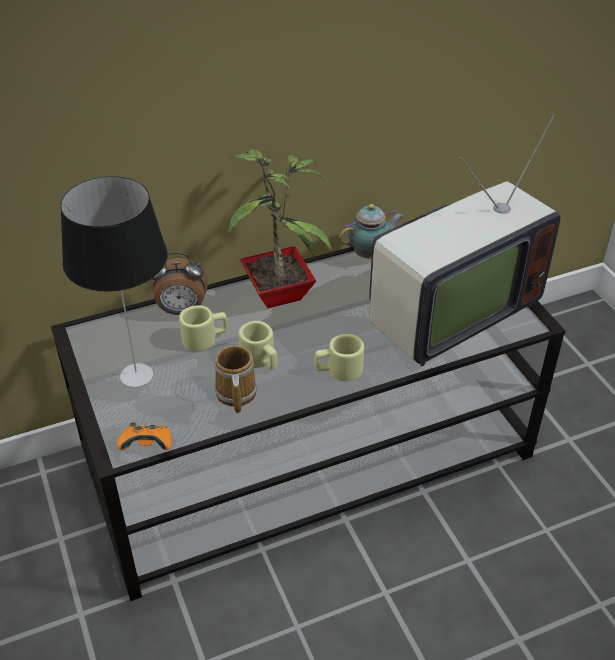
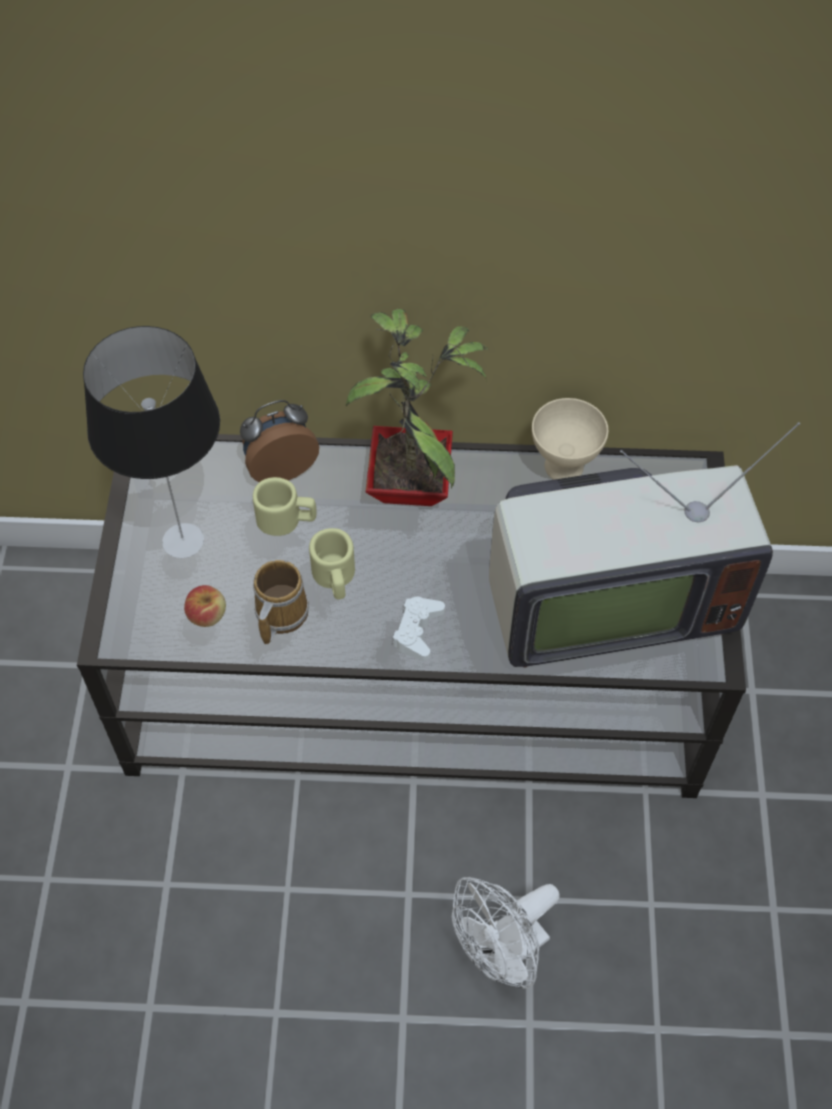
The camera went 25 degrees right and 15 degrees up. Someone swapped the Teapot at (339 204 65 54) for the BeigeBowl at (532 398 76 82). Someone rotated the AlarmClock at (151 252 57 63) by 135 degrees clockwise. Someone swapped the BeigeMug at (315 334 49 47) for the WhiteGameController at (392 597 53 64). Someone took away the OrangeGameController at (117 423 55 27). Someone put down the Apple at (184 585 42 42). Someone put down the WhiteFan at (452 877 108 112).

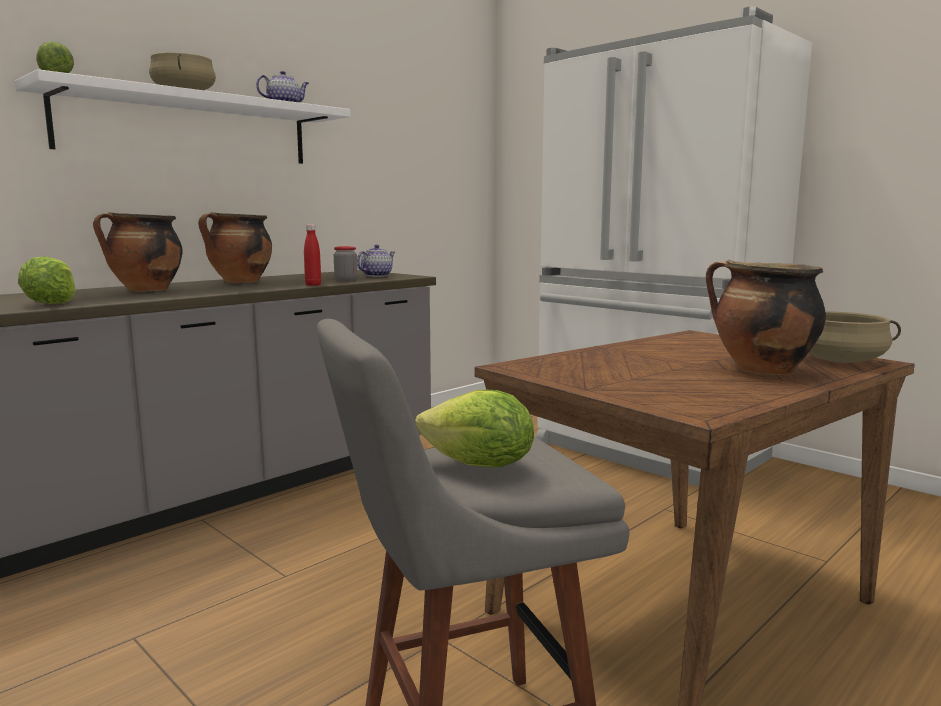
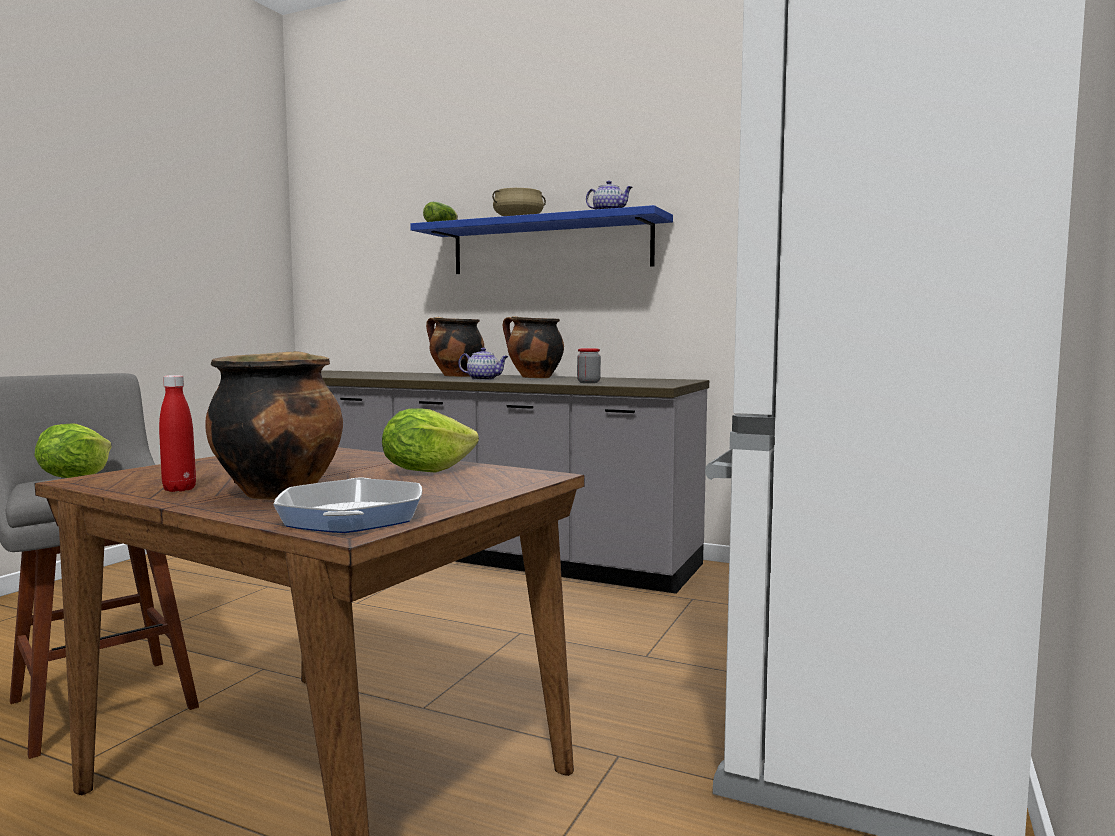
The camera went 70 degrees right and 5 degrees down. Someone repainted the WhiteShelf at (15 69 336 95), which became the BlueShelf at (410 205 263 69). Someone carried the RedBottle from (304 225 17 61) to (159 375 37 117). Someone carried the Teapot from (357 245 38 32) to (459 348 49 32). Someone carried the Lettuce from (18 256 58 48) to (382 408 97 65). Someone swapped the BeigeCookingPot at (808 311 93 52) for the FryingPan at (273 477 149 56).

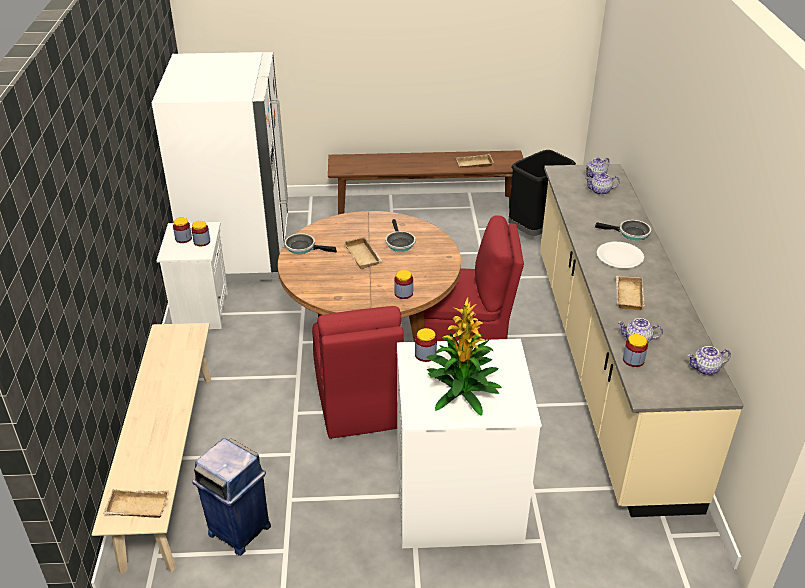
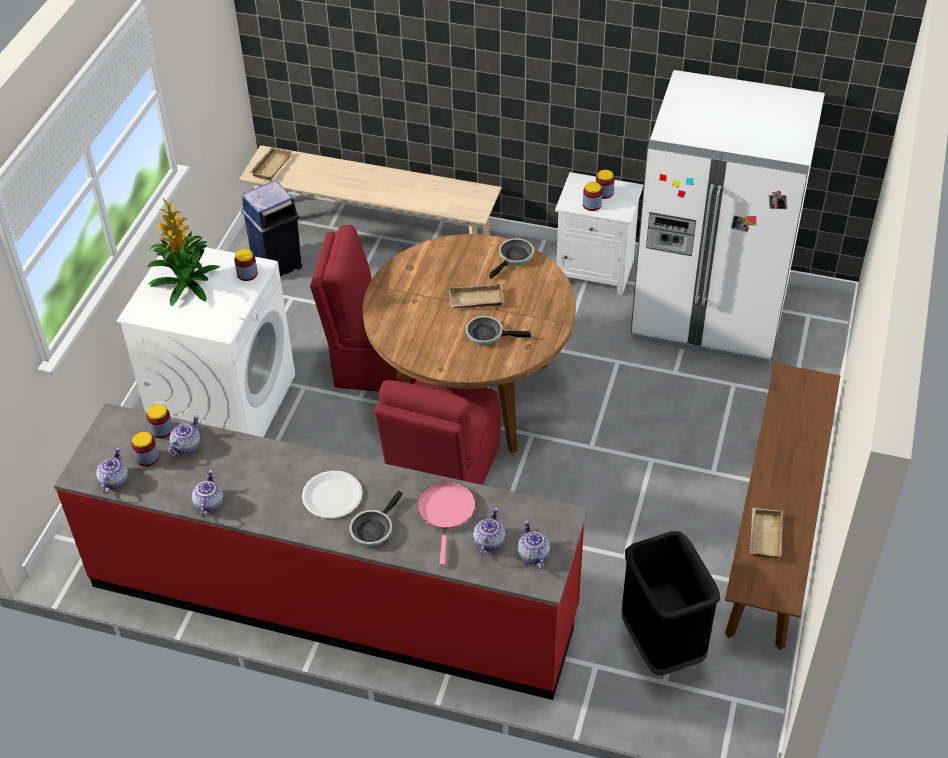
The camera went 110 degrees right and 10 degrees up. Someone repainted the BeigeCounter at (540 164 204 353), which became the RedCounter at (54 403 534 297). Someone carried the Jar from (394 270 19 29) to (132 432 27 34). Someone took away the BeigeTray at (616 276 29 34). Someone put down the Teapot at (192 470 31 47). Someone put down the PinkFryingPan at (417 481 59 85).

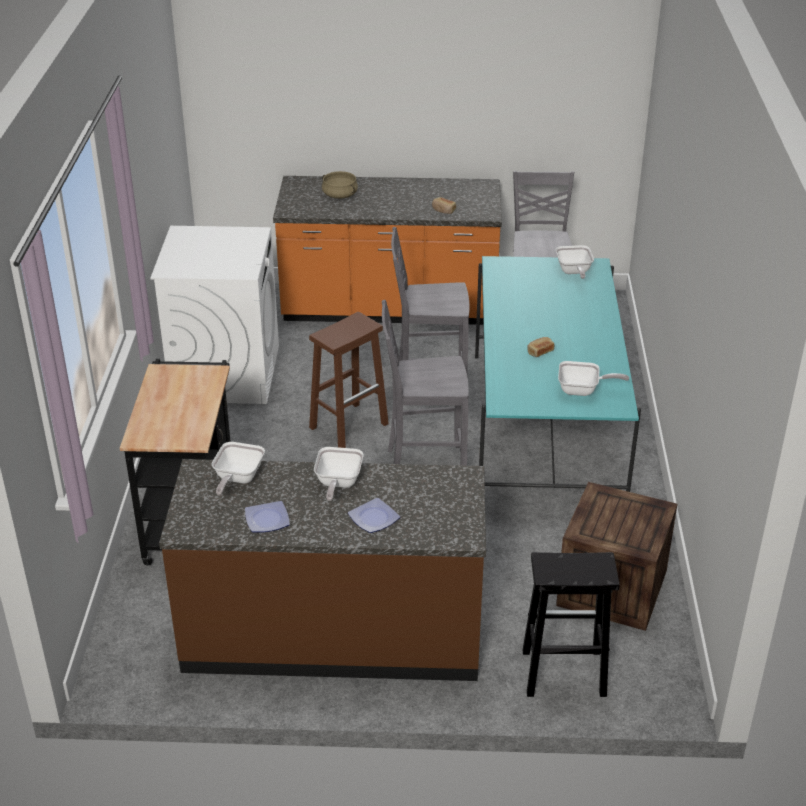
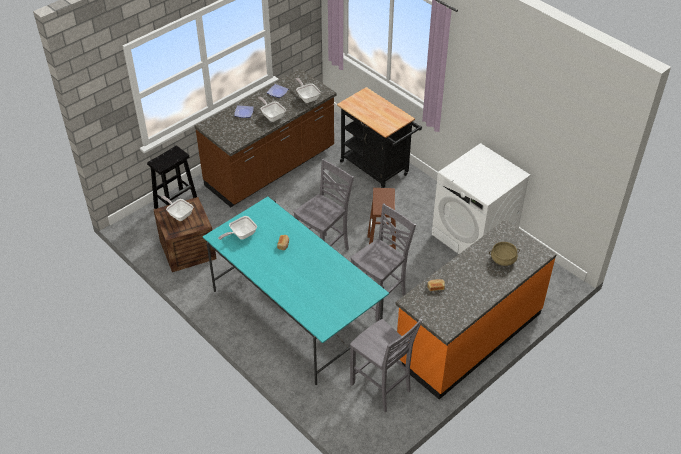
The camera went 135 degrees right and 10 degrees up. Someone carried the FryingPan from (556 245 38 34) to (161 196 32 25).

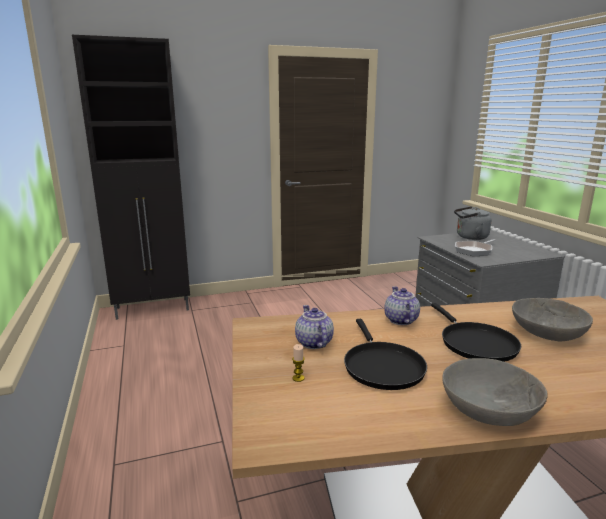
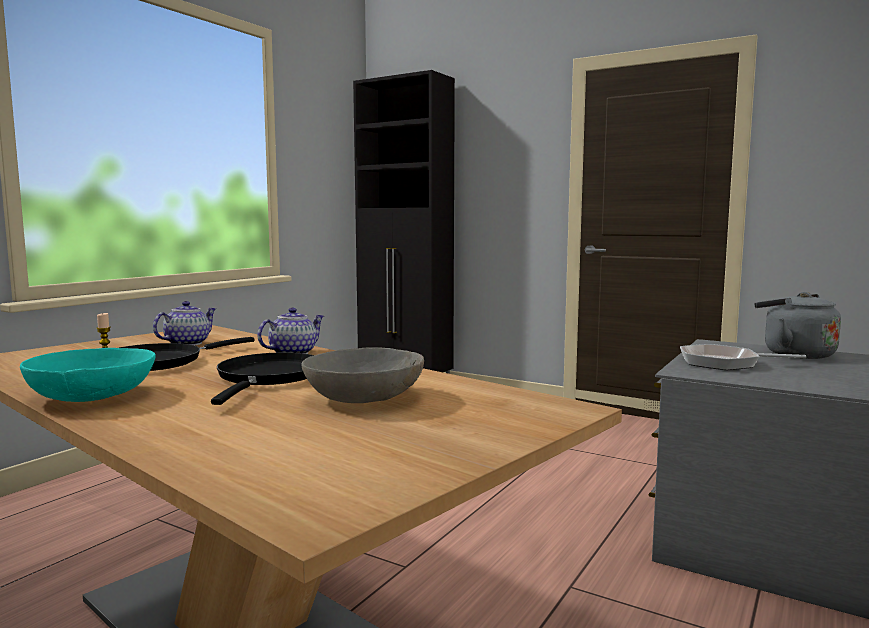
The camera went 50 degrees right and 10 degrees down. Someone rotated the BlackFryingPan at (431 303 90 59) by 150 degrees clockwise. Someone repainted the GreyBowl at (442 358 106 68), which became the TurquoiseBowl at (20 348 136 54).

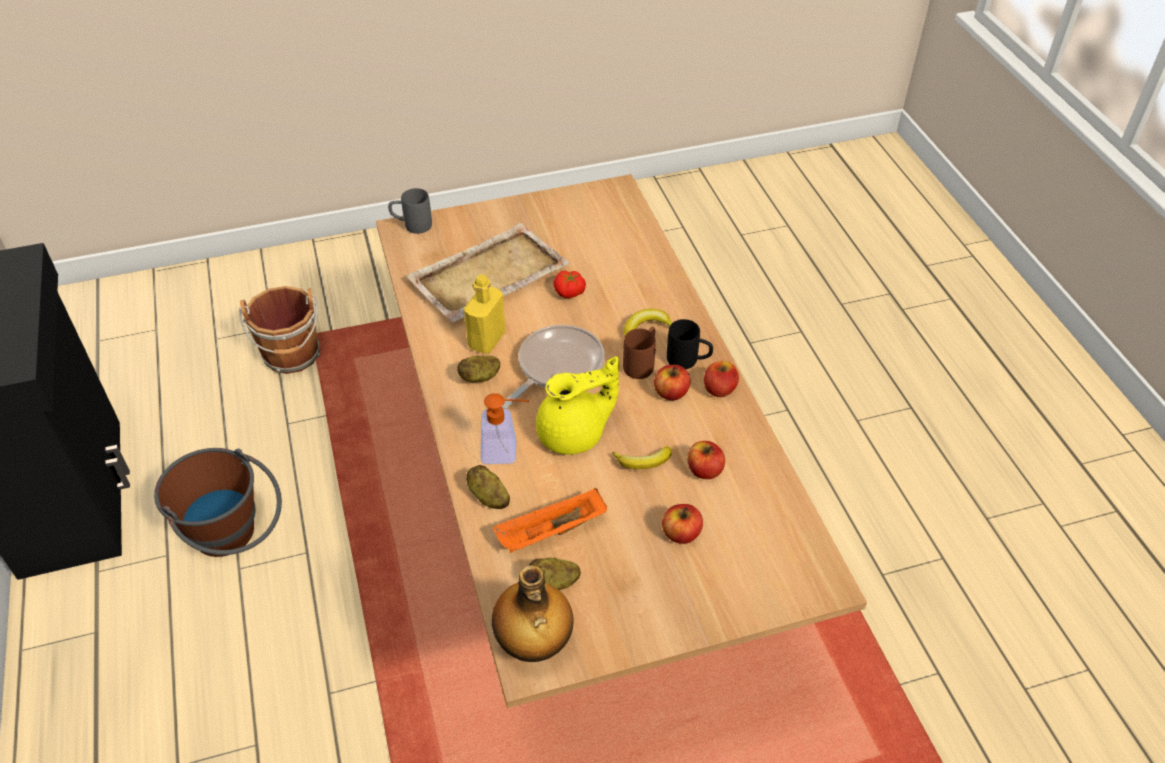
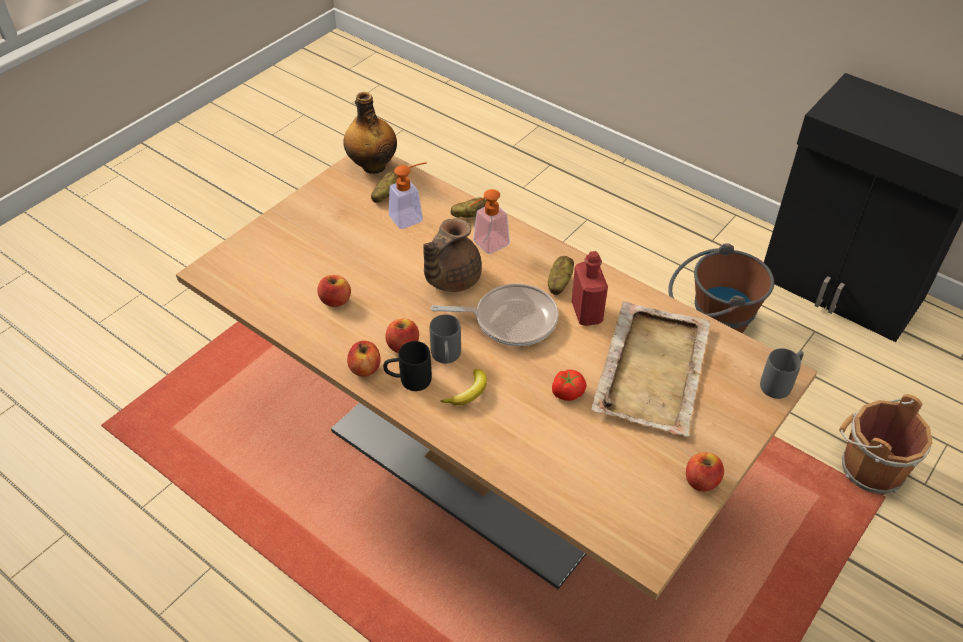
The camera went 145 degrees right and 0 degrees up. Someone repainted the YellowBottle at (464 274 41 79), which became the RedBottle at (572 251 36 75). Someone rotated the FryingPan at (502 325 103 84) by 90 degrees counterclockwise. Someone repainted the BrownMug at (623 327 33 52), which became the GreyMug at (430 314 31 50). Someone repainted the YellowTeapot at (536 356 83 98), which became the BrownTeapot at (423 218 59 74). Someone took away the Banana at (612 446 60 23). Someone swapped the OrangeTray at (493 488 114 65) for the SoapDispenser at (389 162 38 67). Someone carried the Apple from (662 504 41 40) to (686 452 38 40).

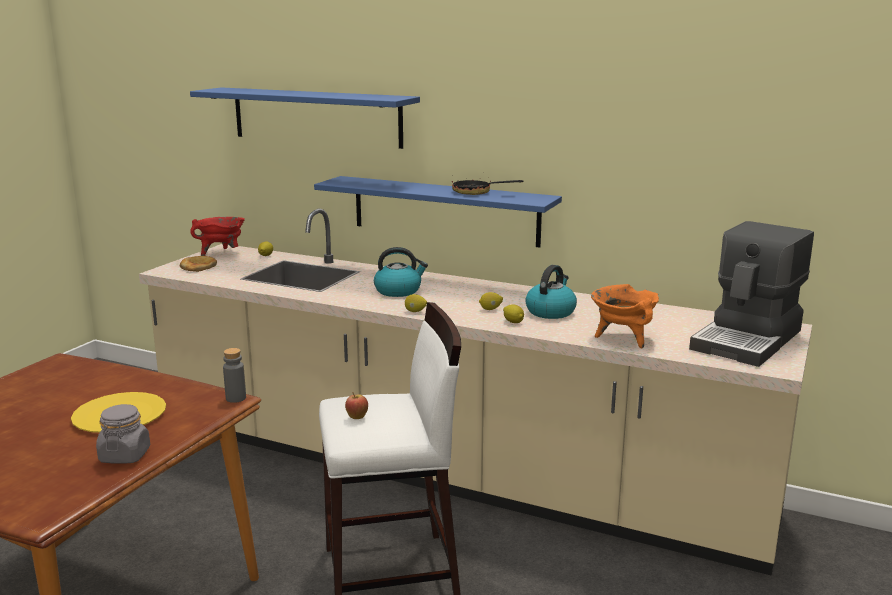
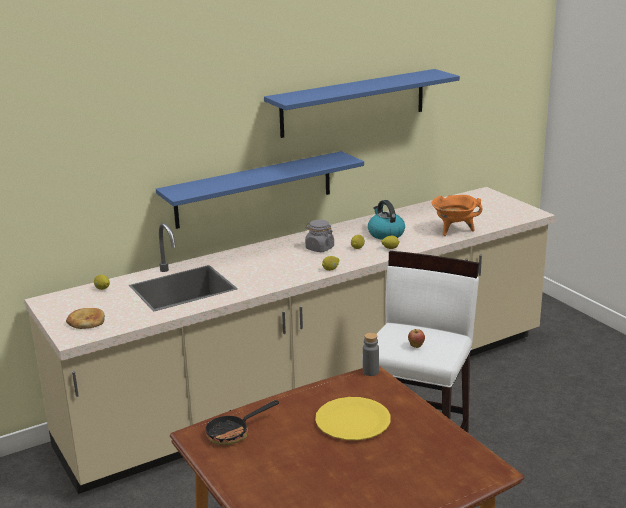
The camera went 55 degrees left and 5 degrees up. Someone carried the BlueShelf from (190 87 230 62) to (264 69 196 69). Someone carried the FryingPan from (452 177 71 18) to (205 400 74 45). Someone took away the RedCookingPot at (190 217 55 39). Someone took away the CoffeeMachine at (689 221 125 146). Someone took away the Kettle at (374 247 54 50). Someone carried the GreyJar from (96 404 54 60) to (305 220 29 32).

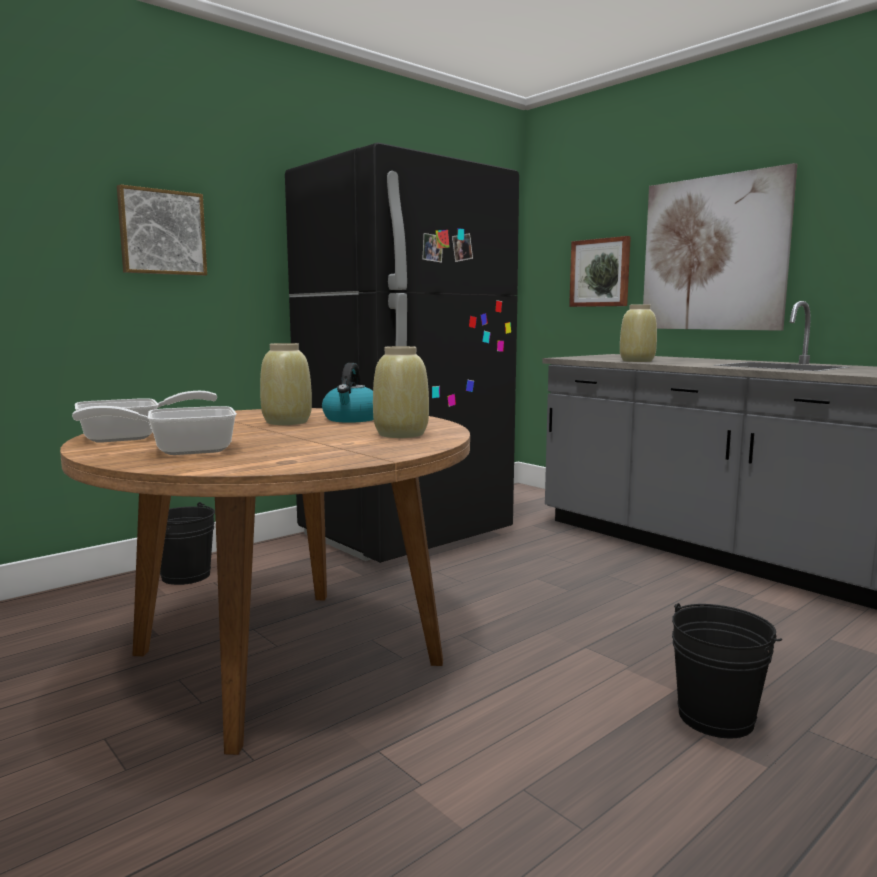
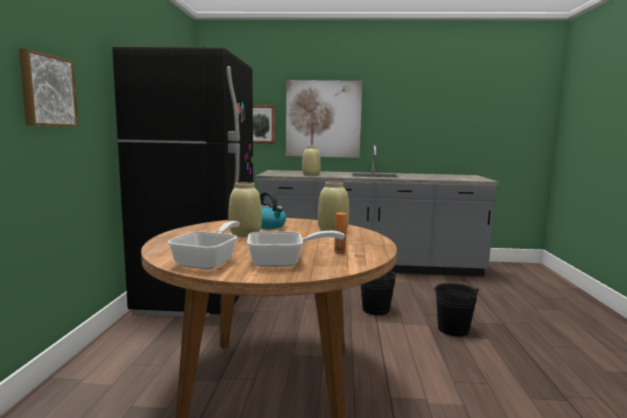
The camera went 45 degrees left and 0 degrees up. Someone rotated the FryingPan at (72 406 165 49) by 120 degrees counterclockwise. Someone carried the BlackBucket from (160 502 55 83) to (361 270 35 45). Someone put down the OrangeBottle at (335 213 11 41).

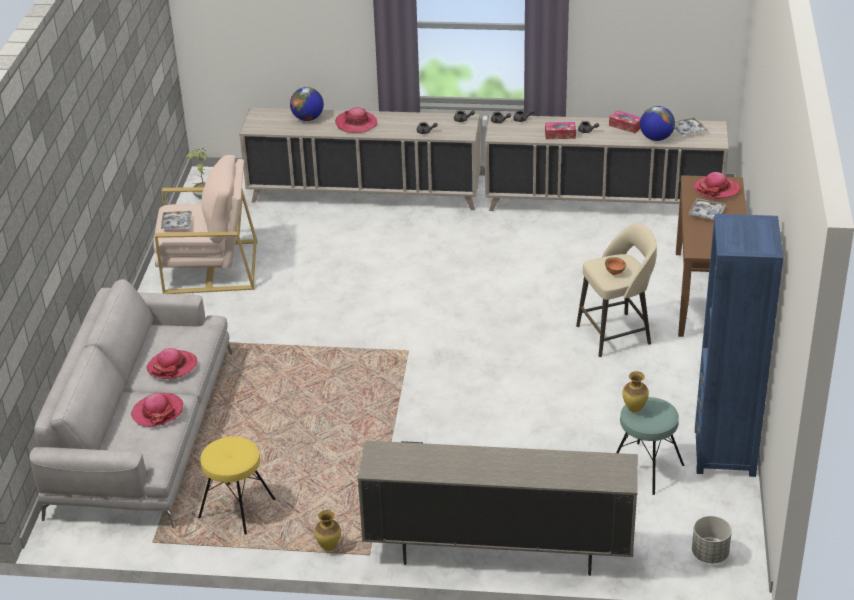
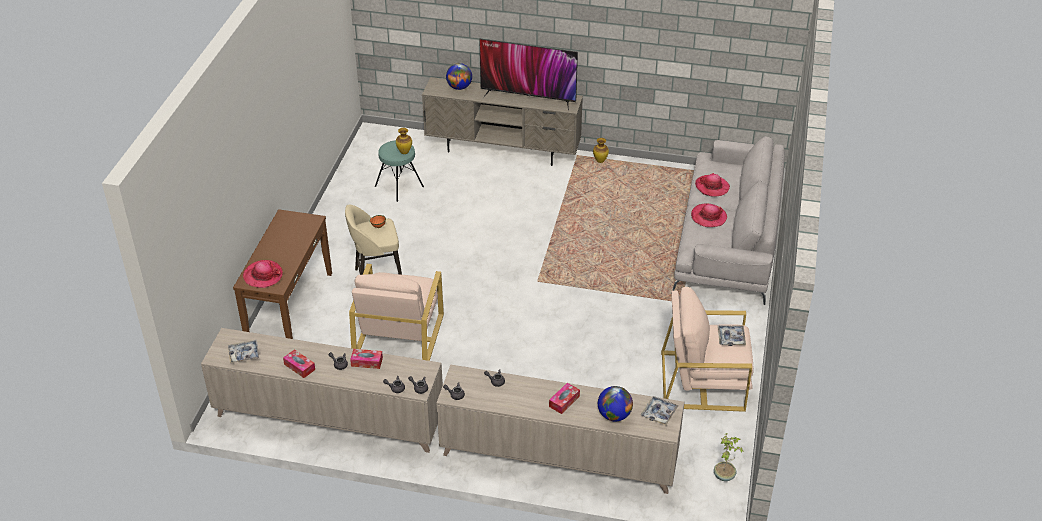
The camera went 175 degrees left and 5 degrees up. Someone carried the Globe from (640 106 35 35) to (446 63 26 27). Someone swapped the Hat at (335 107 42 26) for the TissueBox at (549 383 31 31). Someone carried the Tray from (688 198 38 22) to (641 396 37 29). Someone took away the BlueBookcase at (695 214 88 263). Someone took away the YellowStool at (198 437 77 98). Someone took away the GreyPlanter at (692 516 40 47). Someone put down the Television at (479 39 99 72). Someone put down the BeigeArmchair at (349 264 95 97).

